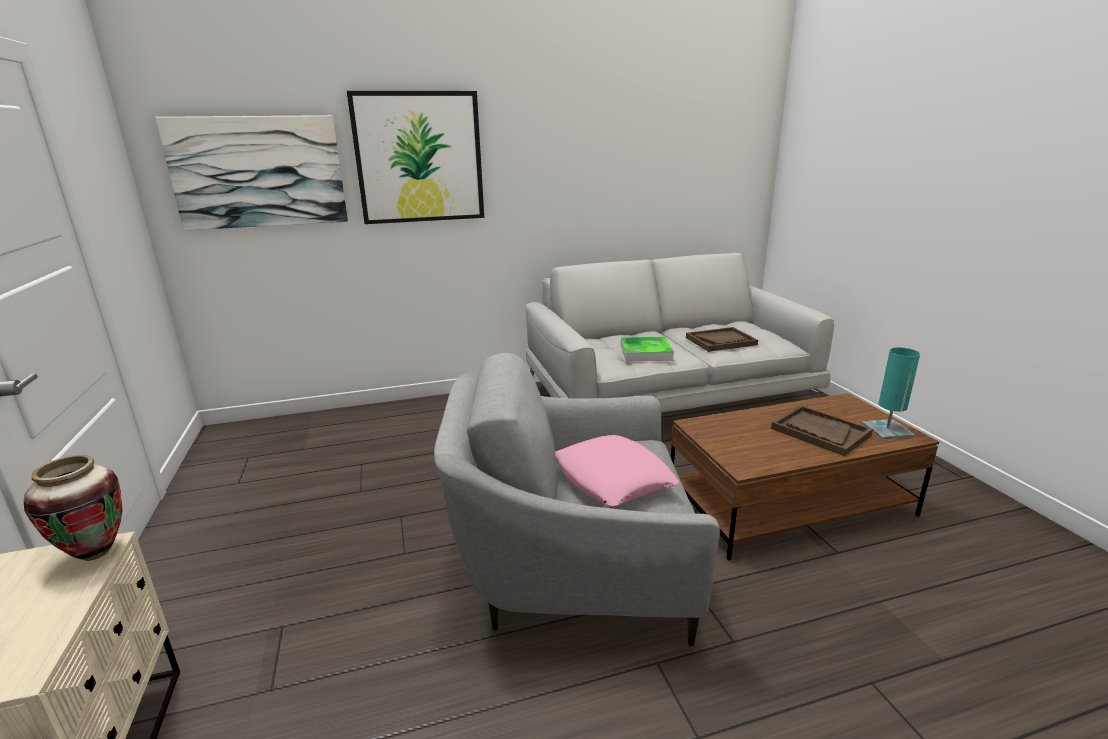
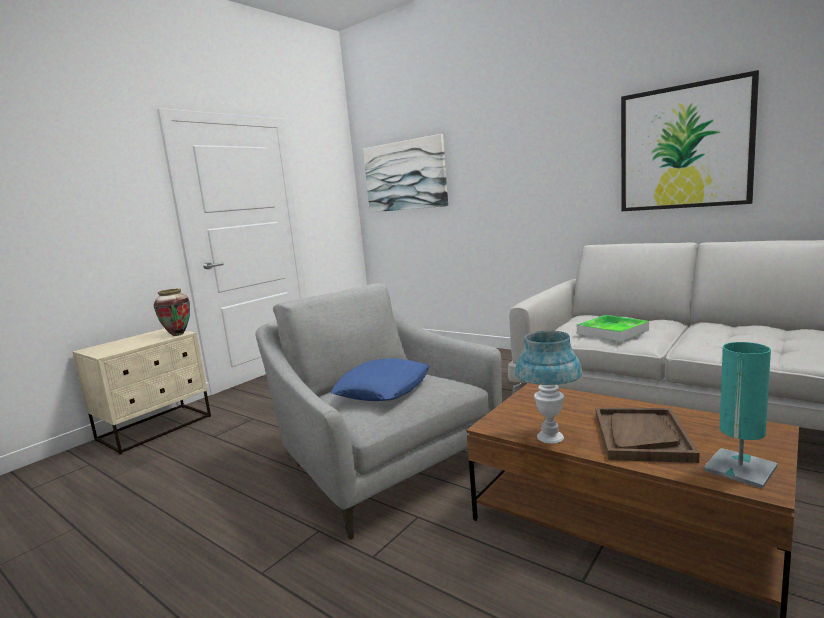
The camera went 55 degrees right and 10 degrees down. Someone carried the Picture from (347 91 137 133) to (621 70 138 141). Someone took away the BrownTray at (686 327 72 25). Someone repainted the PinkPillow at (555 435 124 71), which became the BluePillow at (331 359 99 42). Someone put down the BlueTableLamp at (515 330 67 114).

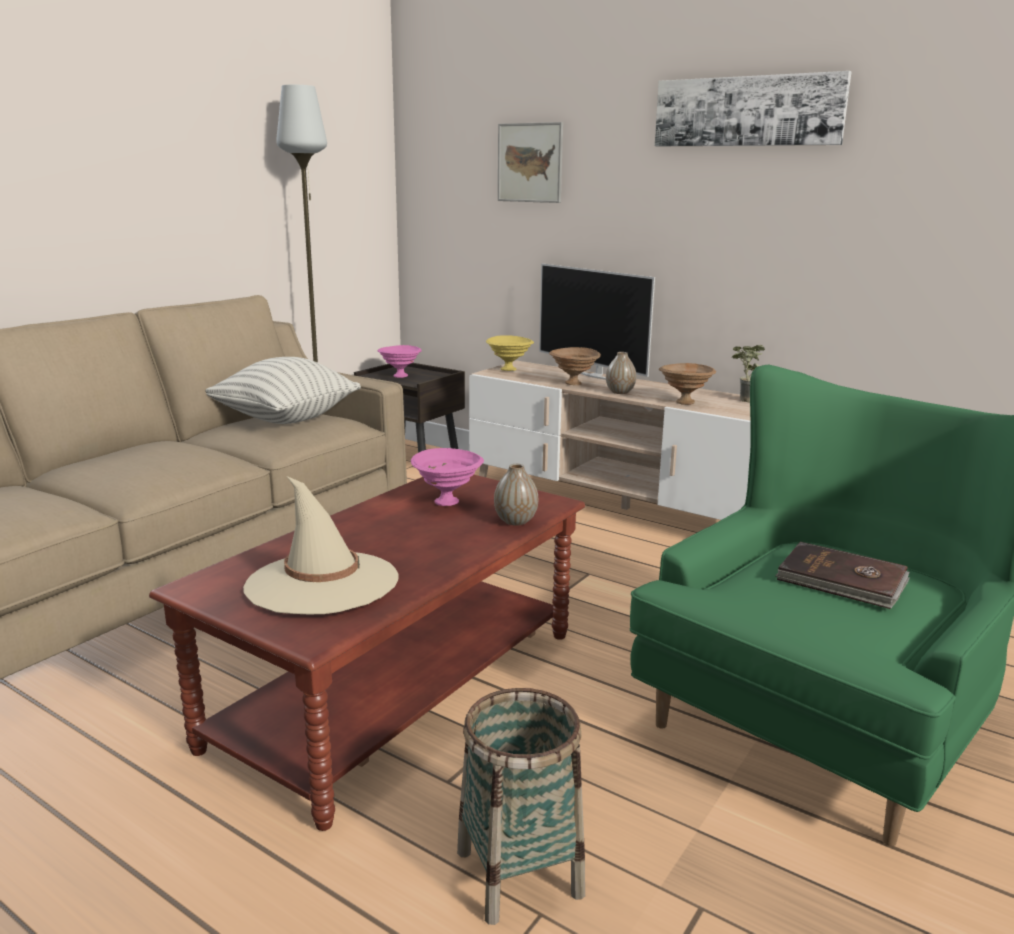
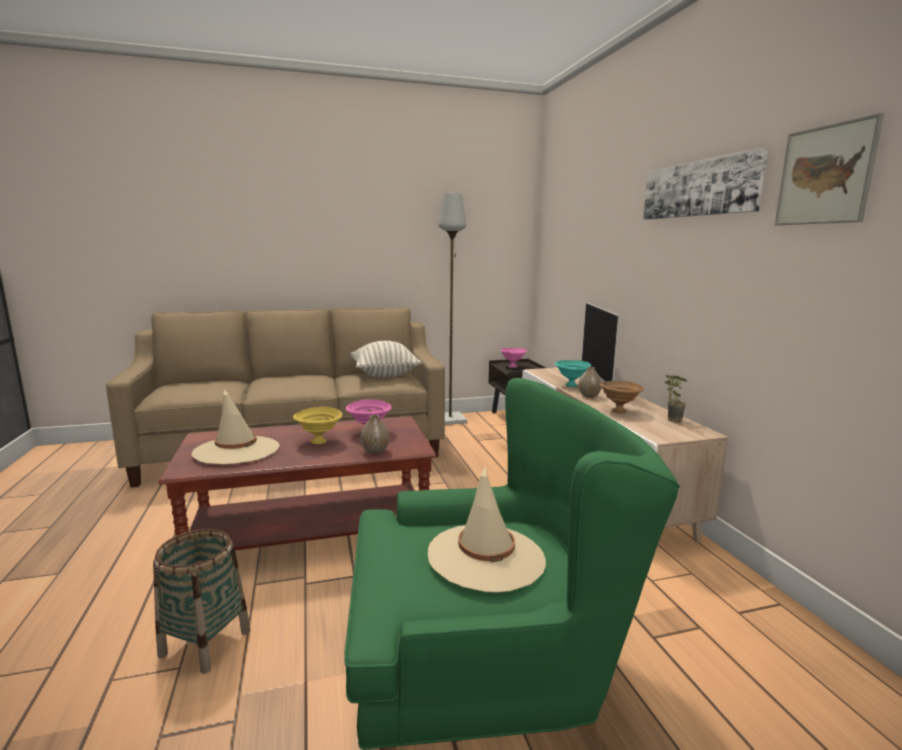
The camera went 40 degrees right and 5 degrees down. Someone carried the Picture from (498 122 65 81) to (775 113 109 112). Someone carried the YellowBowl from (486 335 48 36) to (293 407 49 37). Someone repainted the BrownBowl at (549 347 52 38), which became the TurquoiseBowl at (555 360 36 27). Someone swapped the BrownBook at (775 542 135 67) for the BeigeHat at (428 466 118 127).

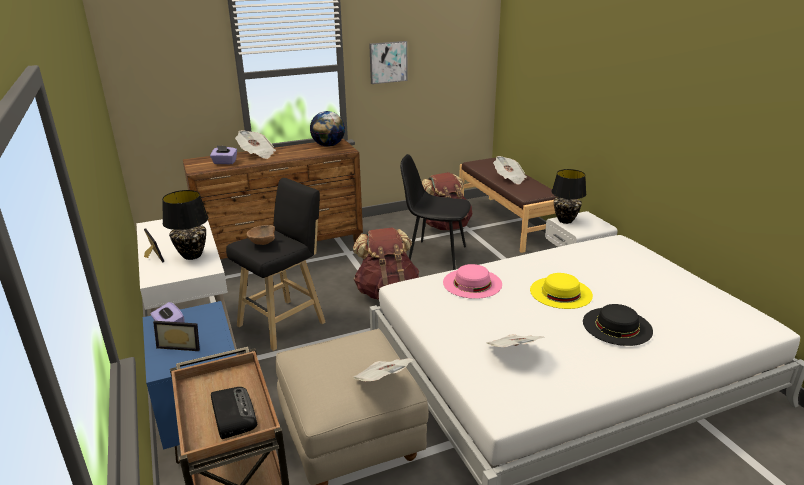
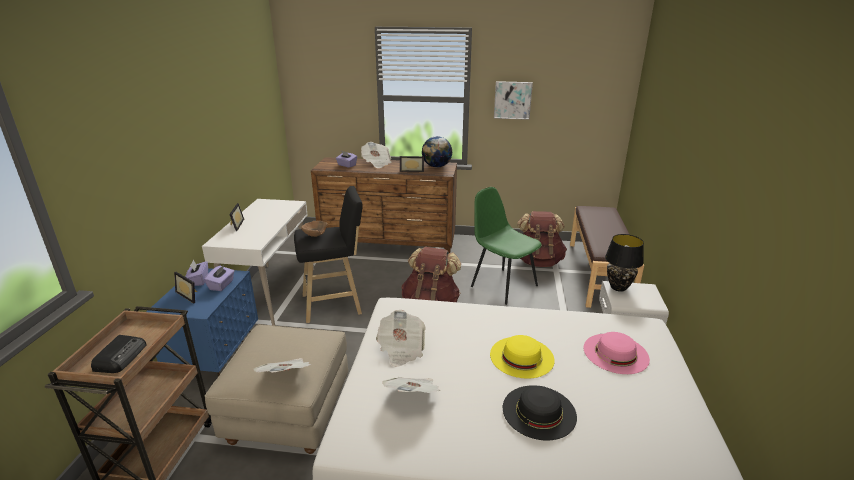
The camera went 30 degrees right and 0 degrees up. Someone repainted the BlackChair at (400 154 71 116), which became the GreenChair at (471 187 71 118). Someone carried the Newspaper from (493 156 34 29) to (376 310 50 57). Someone took away the BlackTableLamp at (162 190 46 70). Someone carried the PinkHat from (443 264 59 35) to (583 332 67 42). Someone put down the PictureFrame at (400 156 24 16). Someone put down the PurpleTissueBox at (204 265 30 26).

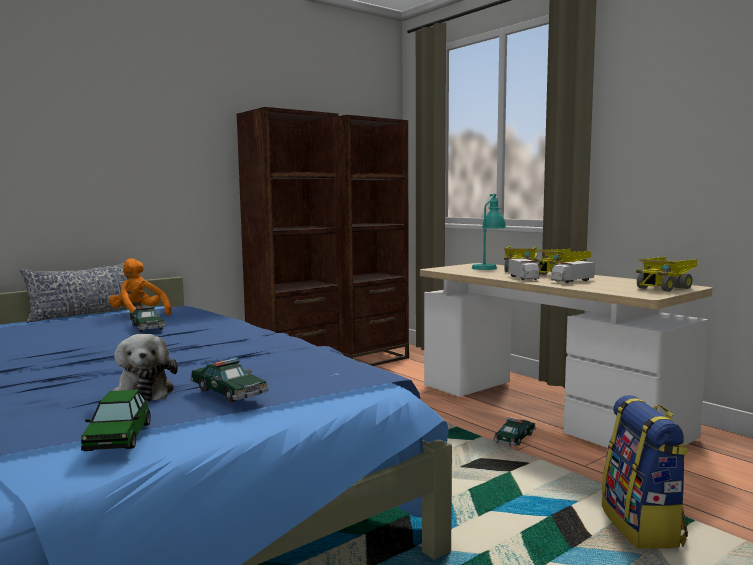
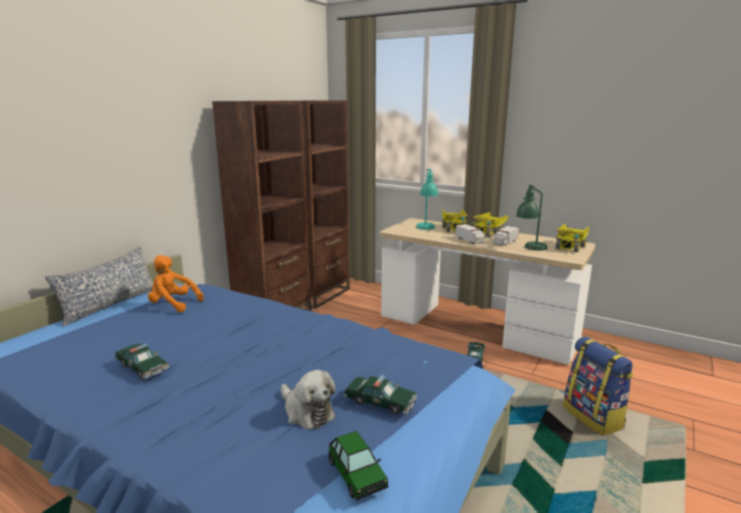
The camera went 20 degrees left and 10 degrees up. Someone carried the ToyCar from (129 306 37 26) to (115 344 54 35). Someone put down the GreenTableLamp at (516 184 32 67).

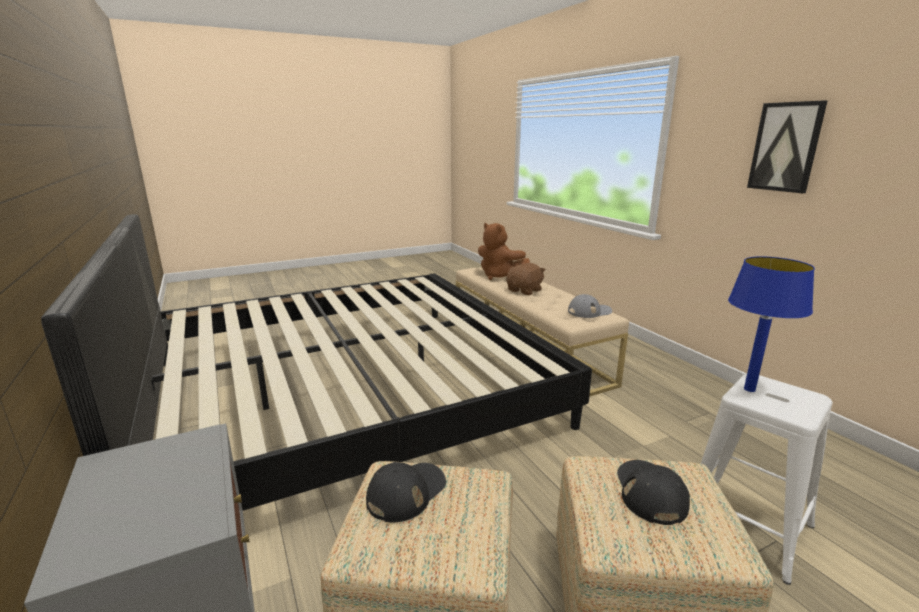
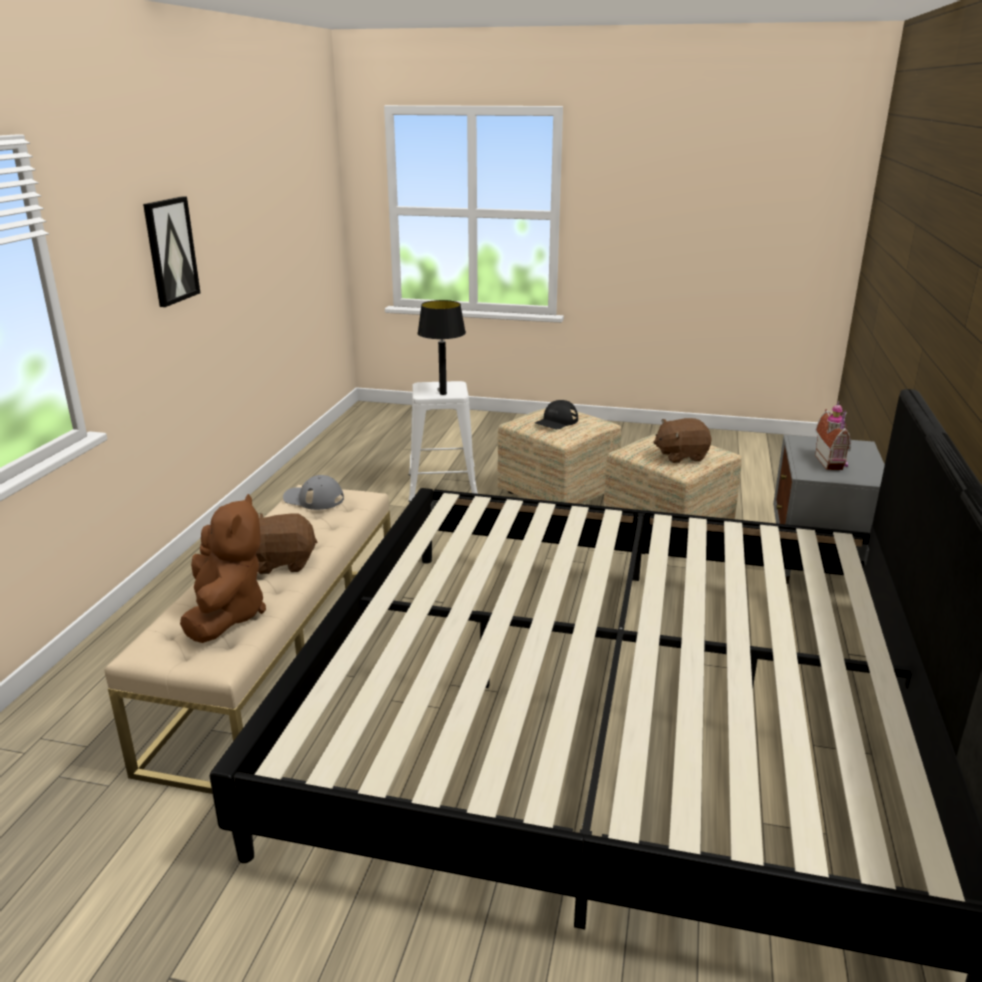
The camera went 140 degrees left and 5 degrees up. Someone repainted the BlueTableLamp at (728 257 87 135), which became the BlackTableLamp at (417 300 49 95). Someone swapped the BlackCap at (366 462 80 60) for the BrownPlushToy at (653 418 59 45). Someone put down the ToyHouse at (815 401 36 69).

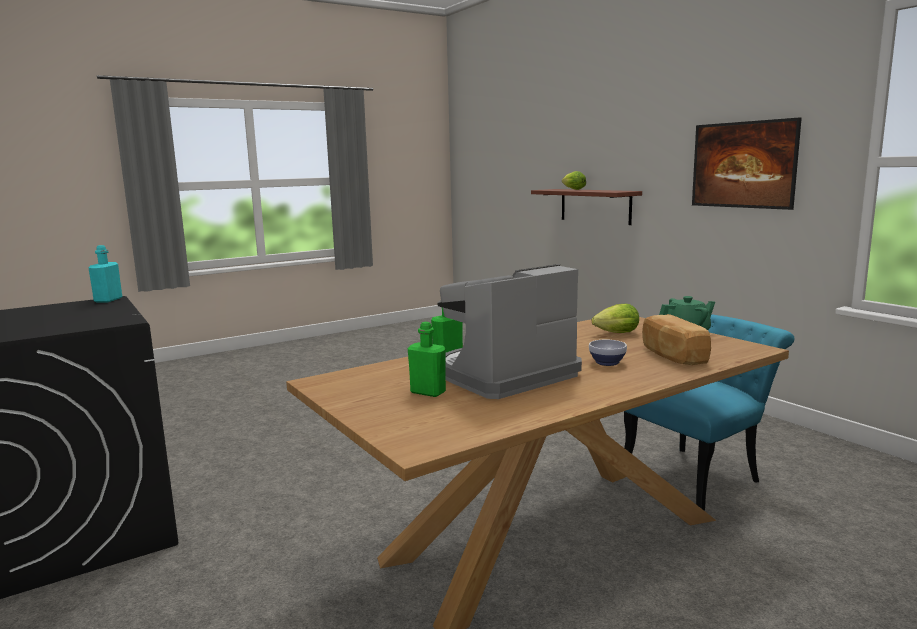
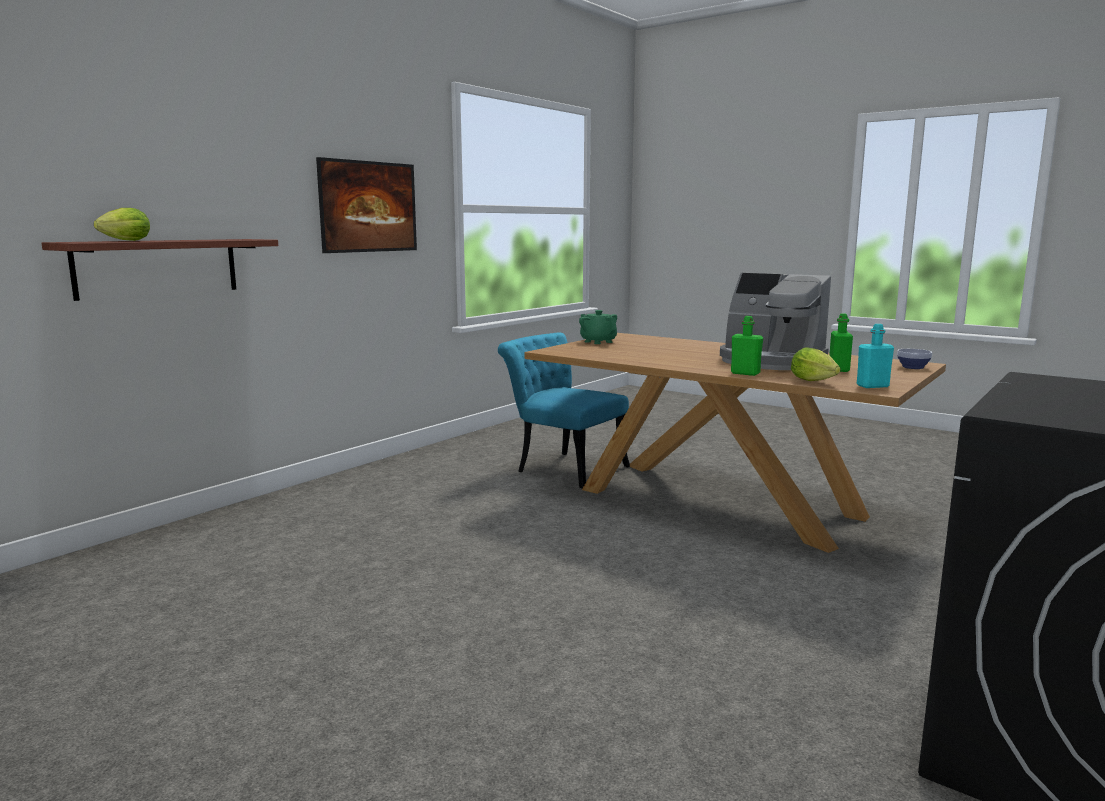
The camera went 110 degrees left and 0 degrees up. Someone carried the TurquoiseBottle from (88 245 34 58) to (857 324 37 64). Someone carried the Lettuce from (592 304 47 29) to (791 348 49 33). Someone took away the Bread at (642 314 69 51). Someone carried the Bowl from (589 340 38 26) to (897 349 35 20).

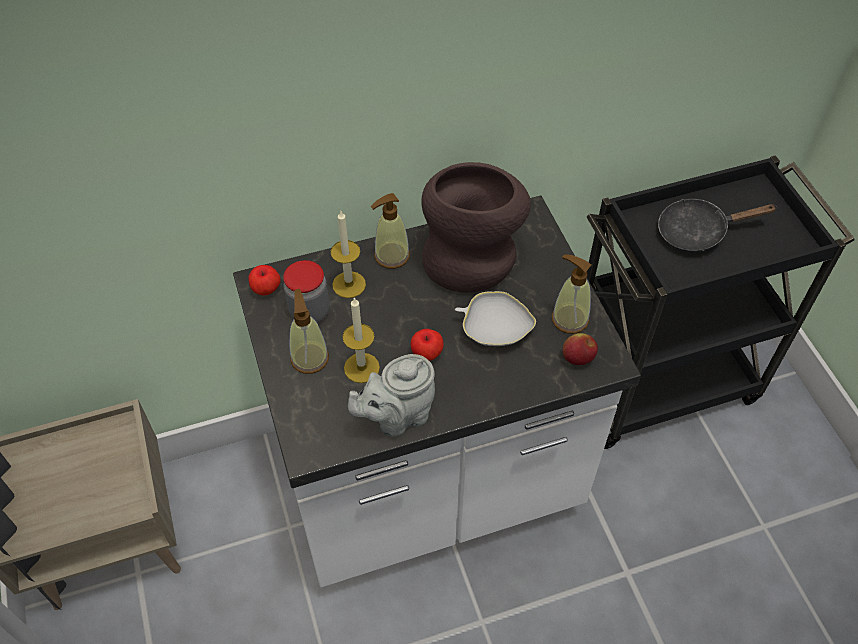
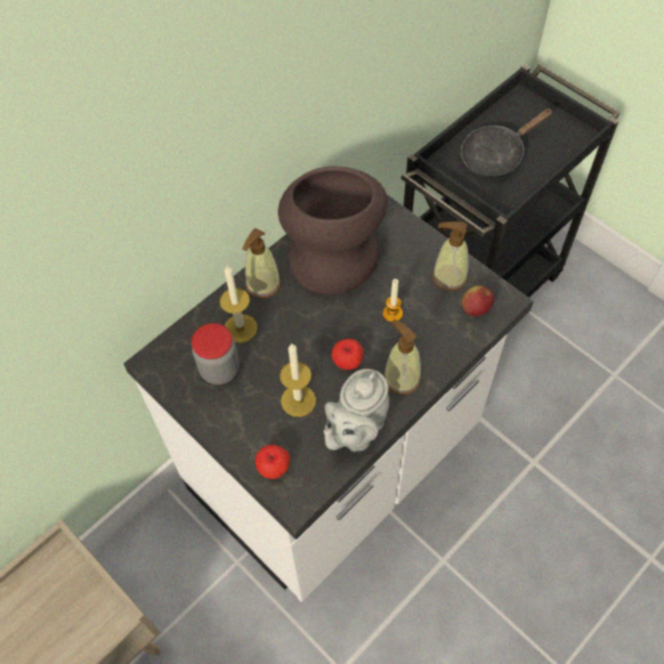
The camera went 25 degrees left and 5 degrees up. Someone carried the Apple from (248 265 33 30) to (255 444 35 35). Someone carried the SoapDispenser from (289 289 40 85) to (383 319 38 76). Someone swapped the WhiteBowl at (455 291 81 55) for the Candle at (383 279 20 43).

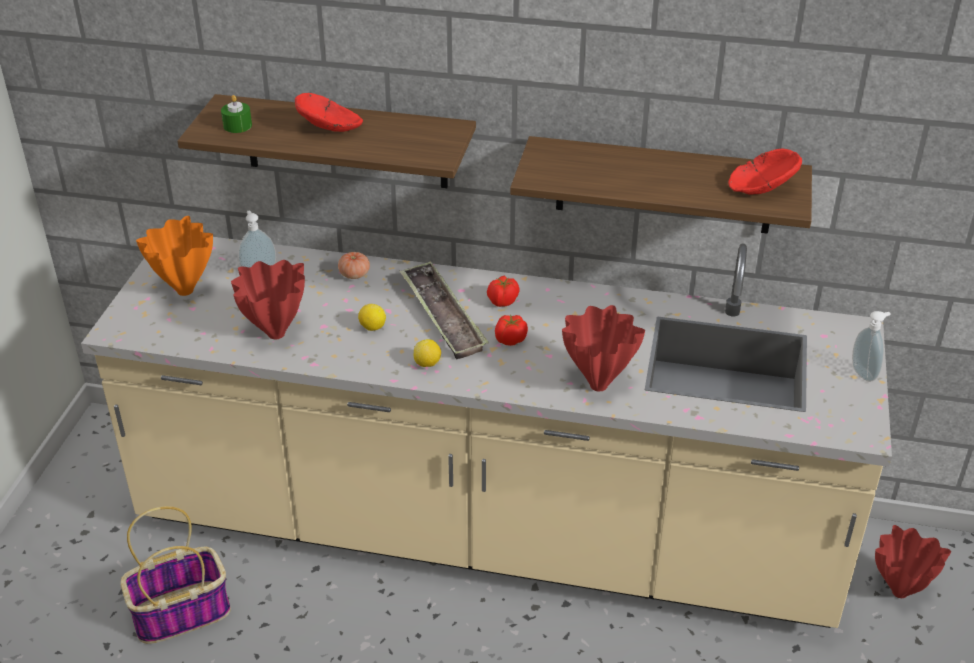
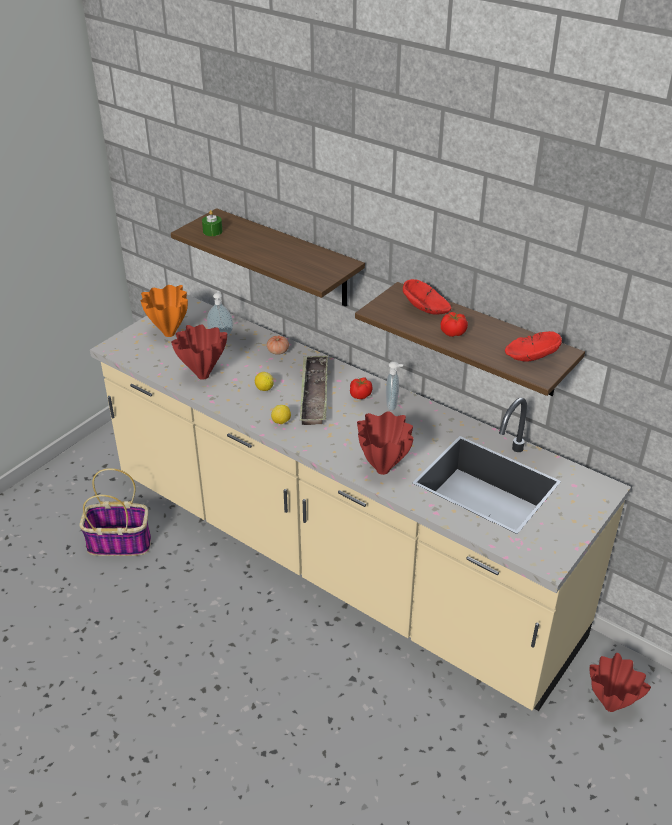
The camera went 25 degrees right and 0 degrees up. Someone carried the RedBowl from (295 93 68 39) to (403 279 49 35). Someone carried the SoapDispenser from (852 311 39 71) to (386 361 17 50). Someone carried the Tomato from (495 314 33 32) to (441 312 27 25).

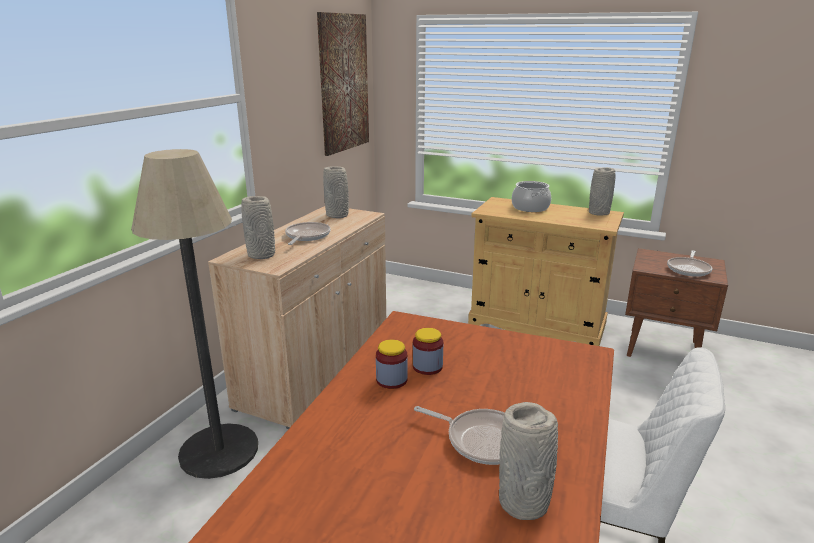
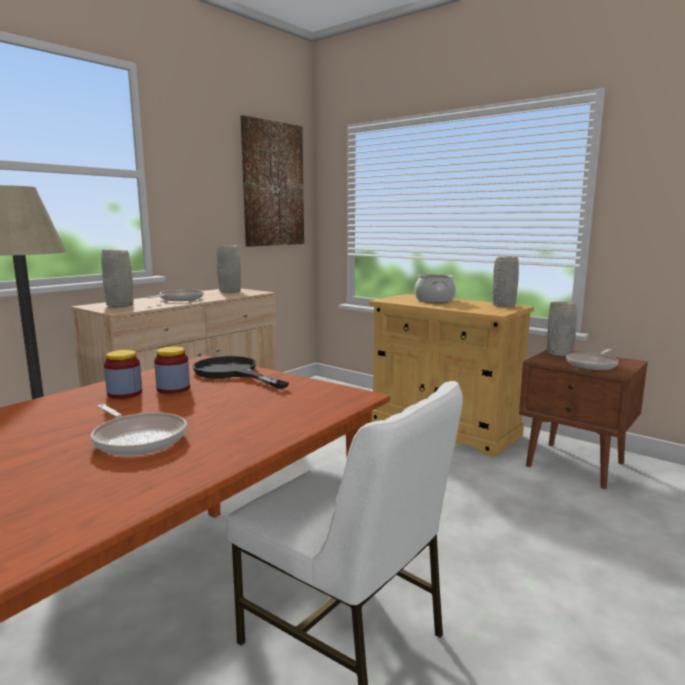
The camera went 15 degrees right and 10 degrees down. Someone carried the GreyVase from (499 402 59 118) to (547 302 30 54). Someone put down the BlackFryingPan at (192 356 97 33).

